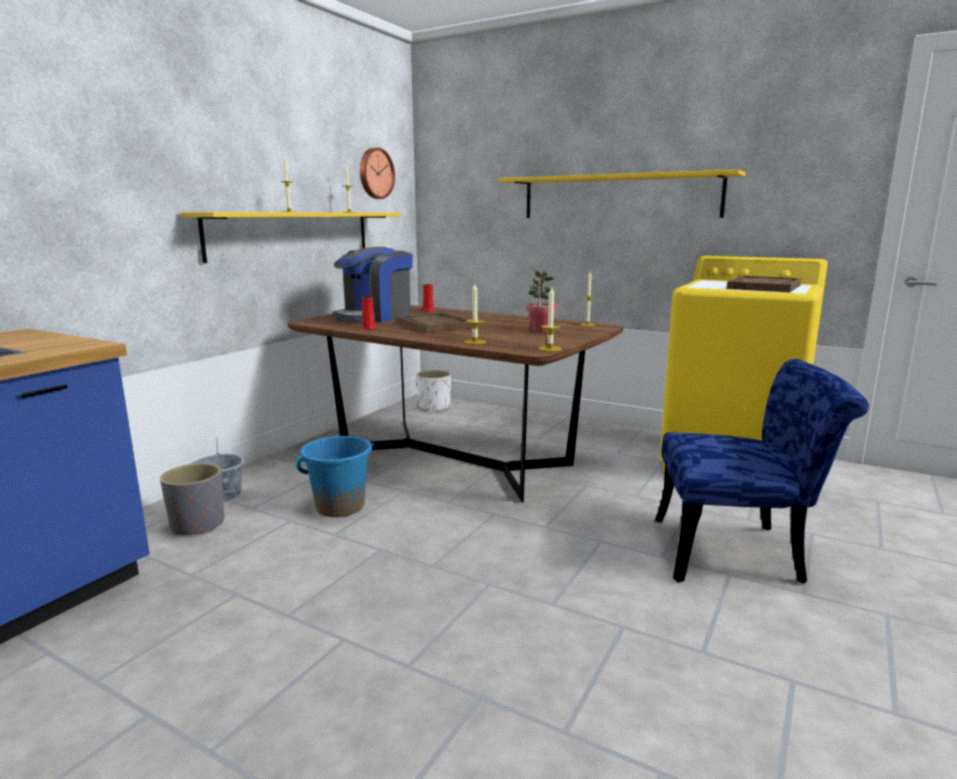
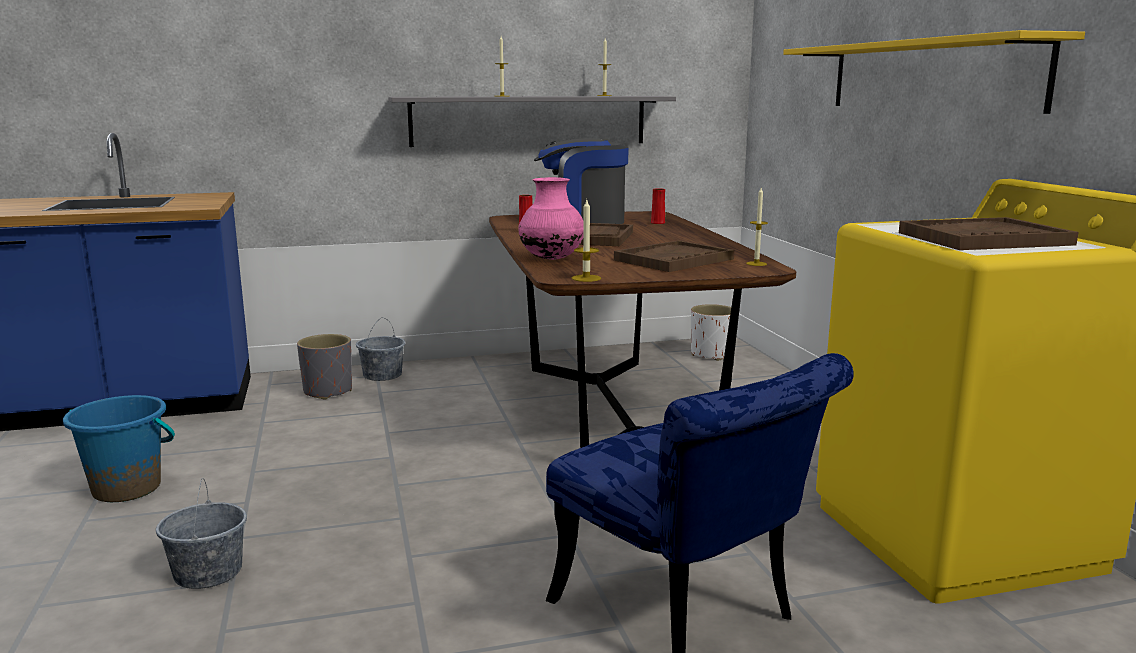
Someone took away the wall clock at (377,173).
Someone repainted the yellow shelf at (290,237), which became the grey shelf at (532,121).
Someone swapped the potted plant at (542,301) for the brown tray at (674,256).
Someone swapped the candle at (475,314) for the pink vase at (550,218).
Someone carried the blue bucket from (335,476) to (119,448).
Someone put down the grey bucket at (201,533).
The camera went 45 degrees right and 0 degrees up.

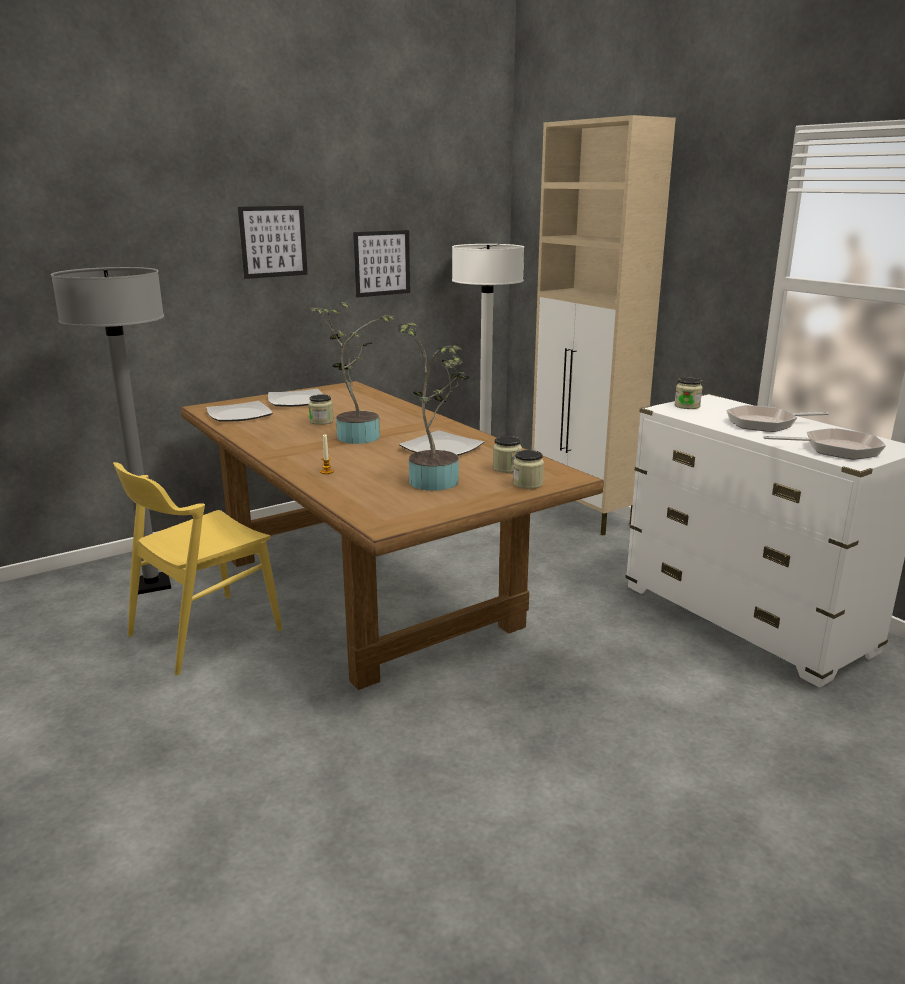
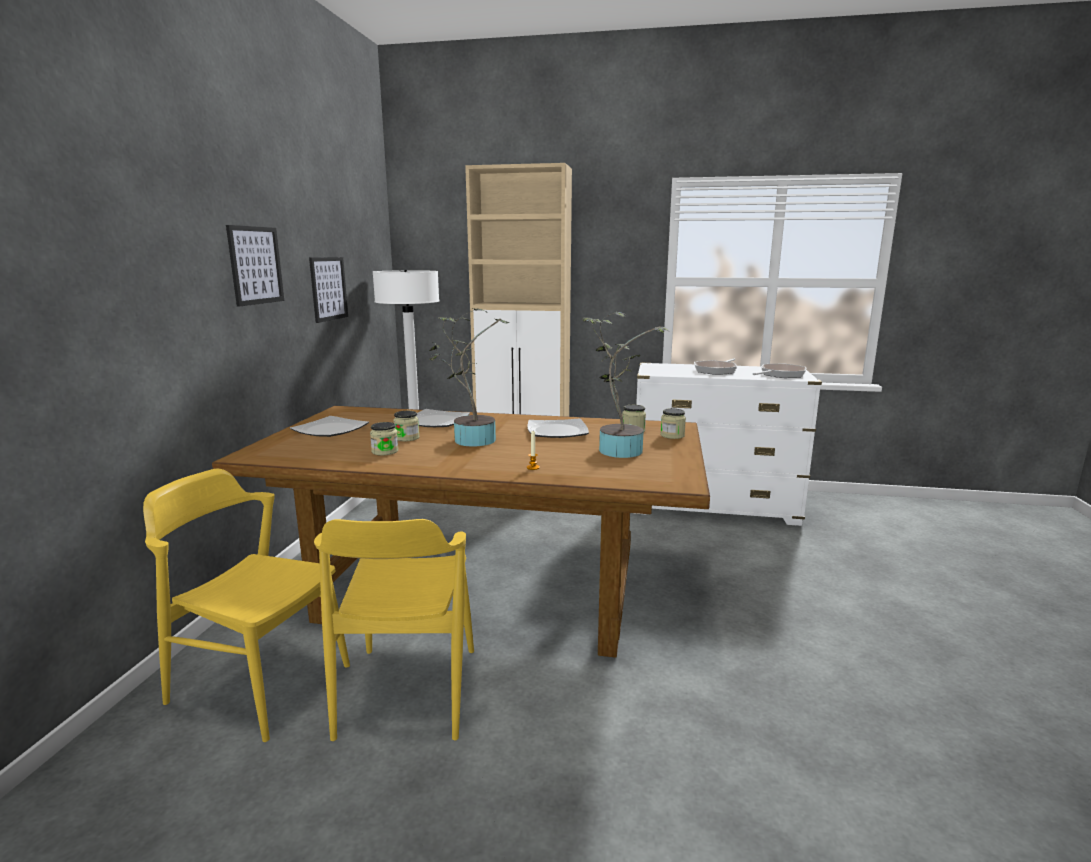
Someone swapped the grey floor lamp at (111,430) for the yellow chair at (246,605).
Someone carried the jar from (688,393) to (384,439).
Someone carried the plate from (239,411) to (443,418).
The camera went 45 degrees left and 5 degrees down.

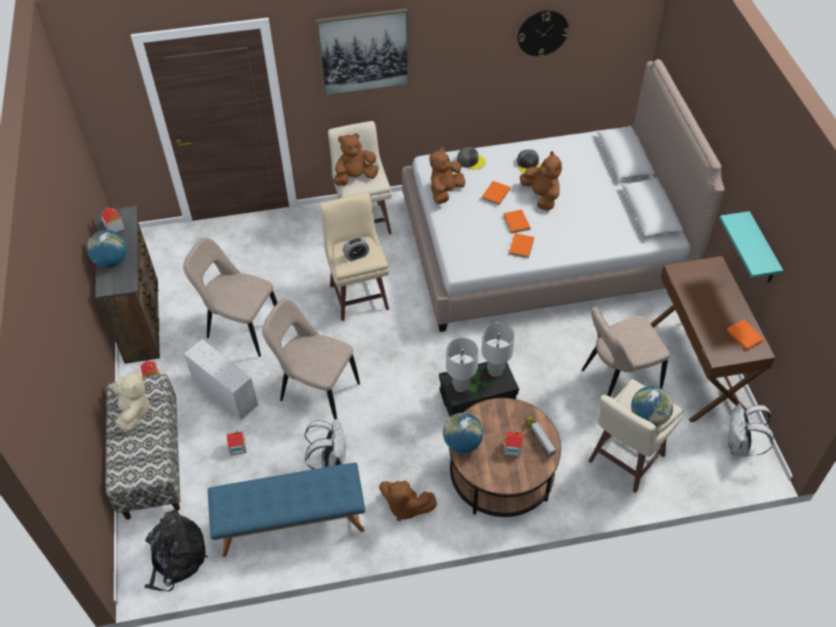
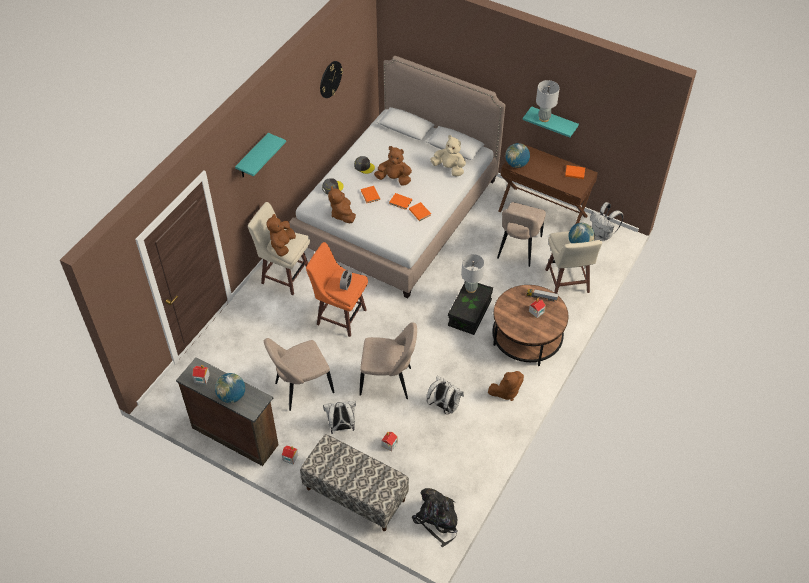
Someone swapped the picture at (362,52) for the turquoise shelf at (260,155).
Someone repainted the beige stool at (354,257), which became the orange stool at (337,289).
Someone rotated the beige chair at (311,359) by 150 degrees counterclockwise.
Someone carried the grey table lamp from (462,365) to (548,101).
Someone swapped the white storage box at (221,379) for the white backpack at (339,417).
Someone carried the beige plush toy from (132,400) to (448,156).
Someone carried the globe from (463,432) to (517,155).
Someone took away the blue bench at (286,509).
The camera went 50 degrees left and 0 degrees up.

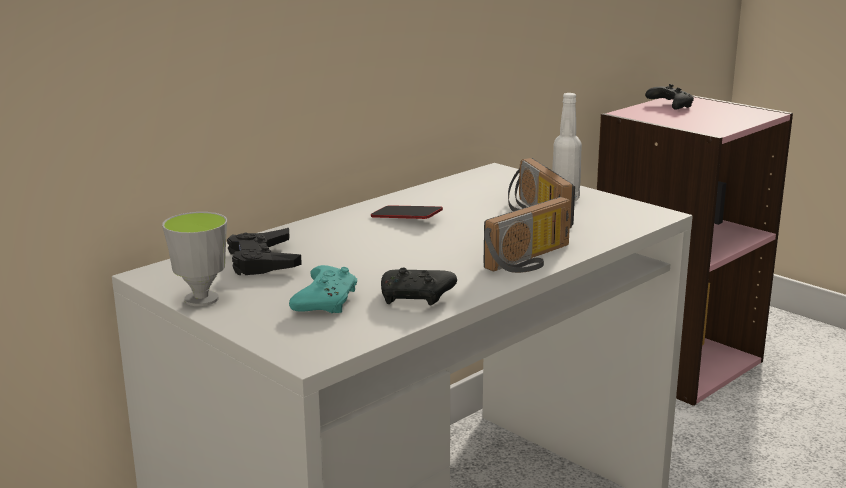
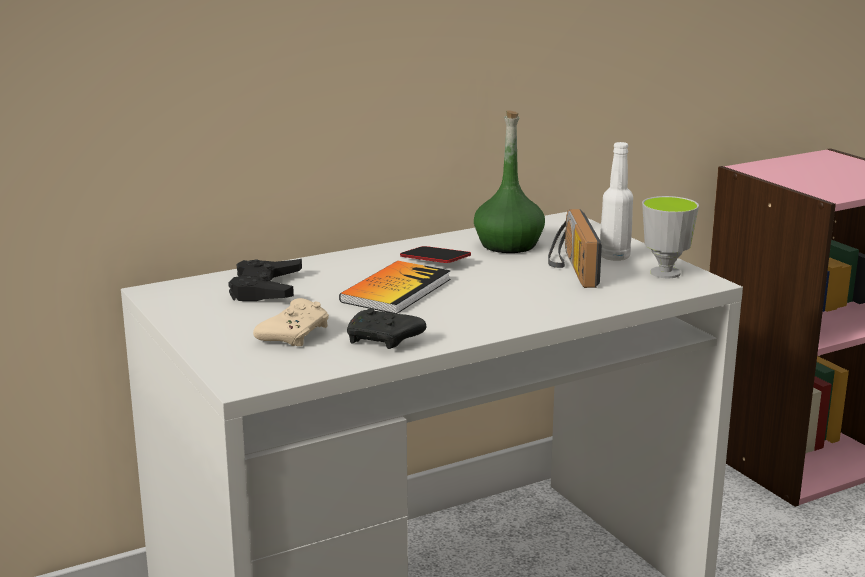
Someone took away the black game controller at (669,96).
Someone took away the radio at (527,235).
Someone carried the cup from (194,259) to (670,237).
Someone repainted the turquoise game controller at (323,289), which became the beige game controller at (291,322).
Someone put down the green bottle at (509,182).
Someone put down the book at (395,287).
The camera went 15 degrees right and 0 degrees up.

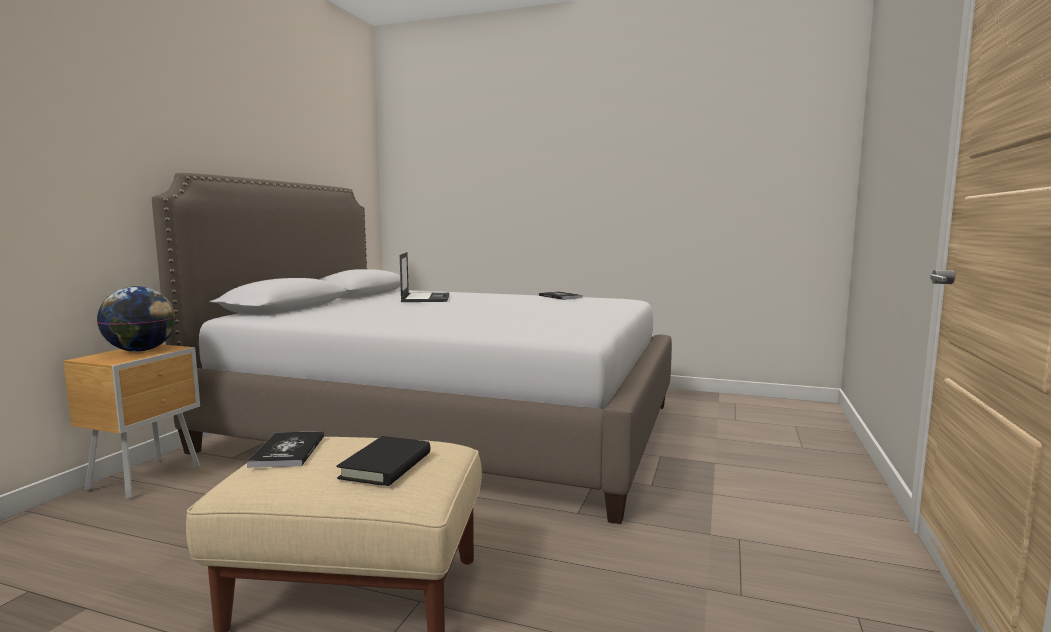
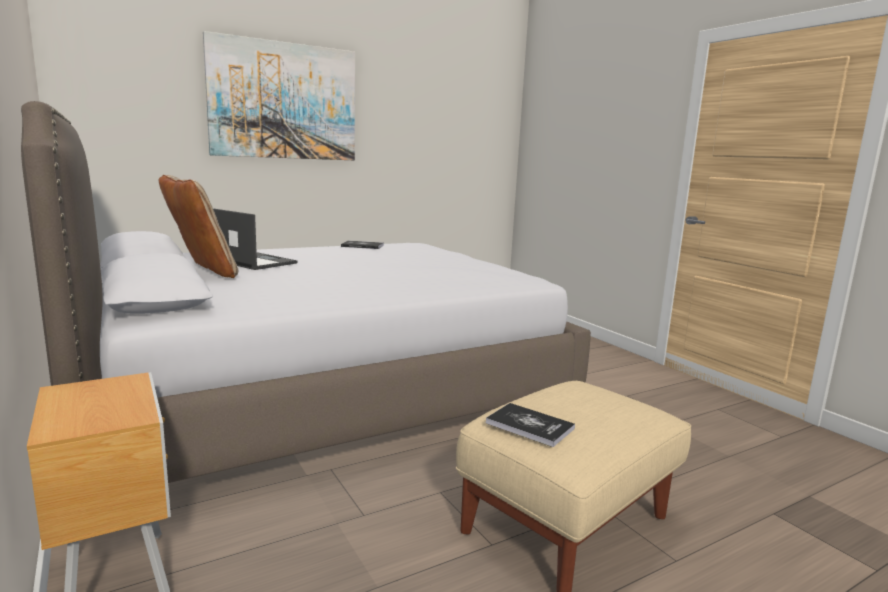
Someone took away the globe at (136,319).
Someone took away the black book at (383,461).
Someone put up the picture at (279,95).
Someone put down the beige pillow at (198,226).
The camera went 50 degrees left and 5 degrees up.

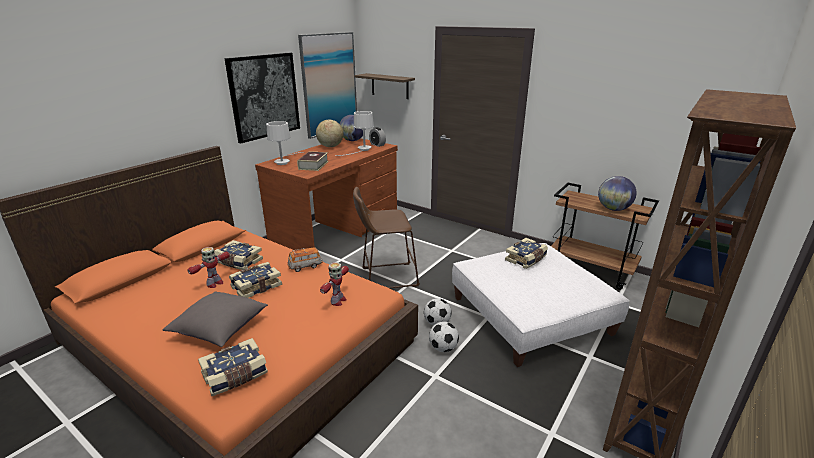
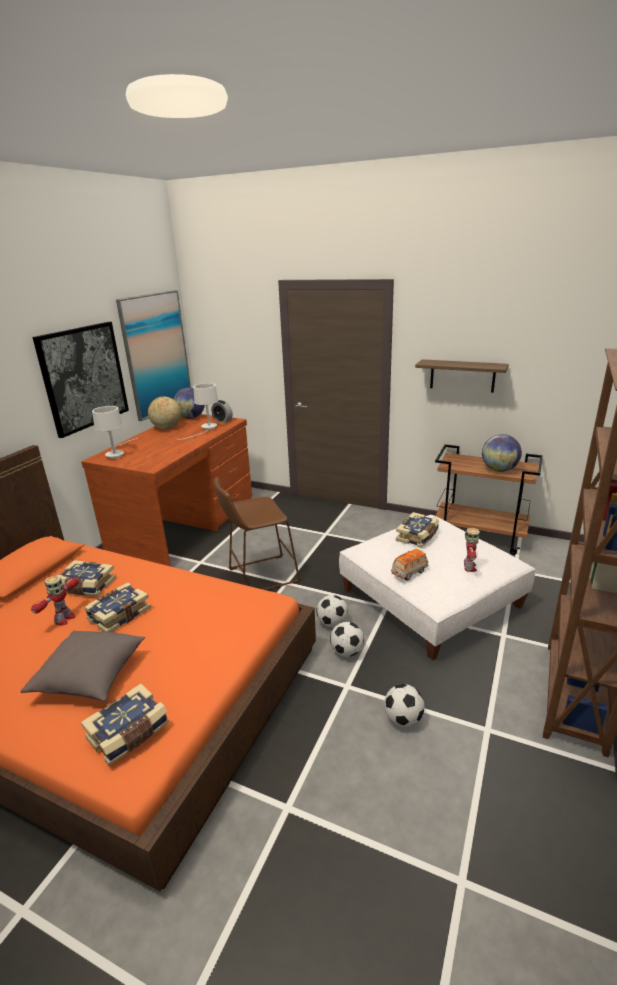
Someone carried the shelf from (384,86) to (462,376).
Someone took away the book at (313,161).
Someone carried the toy car from (304,259) to (409,565).
Someone carried the toy robot from (334,284) to (472,550).
Someone put down the football at (404,705).
The camera went 10 degrees left and 0 degrees up.

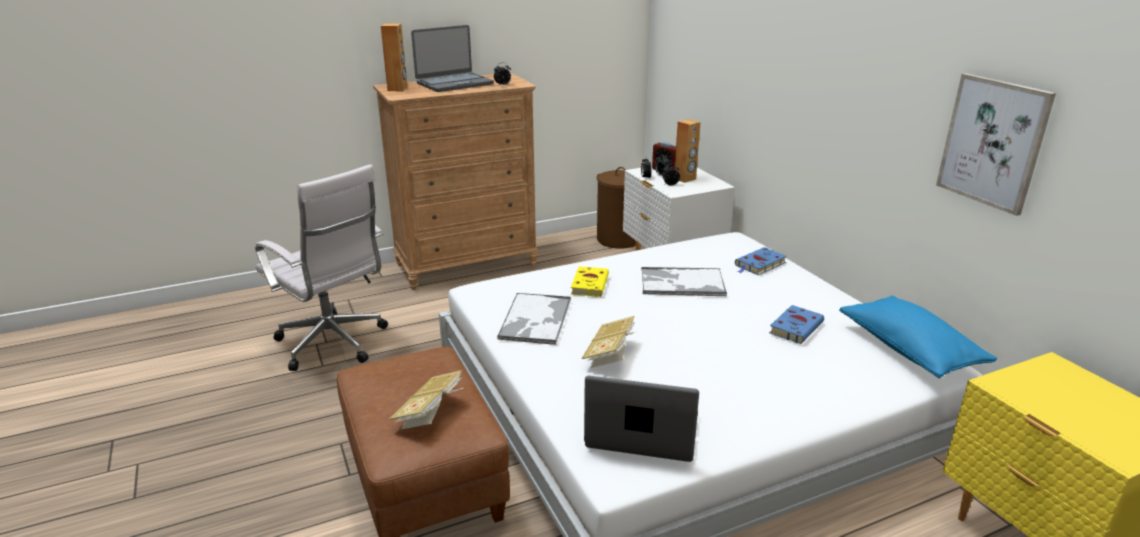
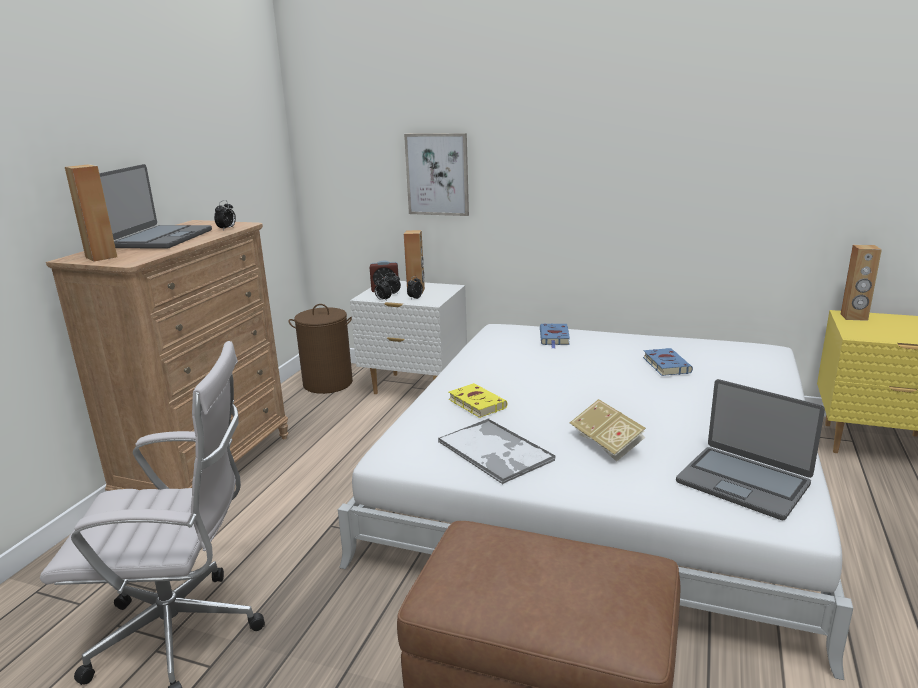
Someone carried the picture from (996,144) to (436,174).
Someone took away the tray at (684,281).
Someone took away the blue pillow at (918,337).
Someone took away the book at (425,399).
Someone rotated the laptop at (641,419) by 105 degrees counterclockwise.
Someone put down the brown speaker at (861,283).
The camera went 45 degrees left and 5 degrees down.

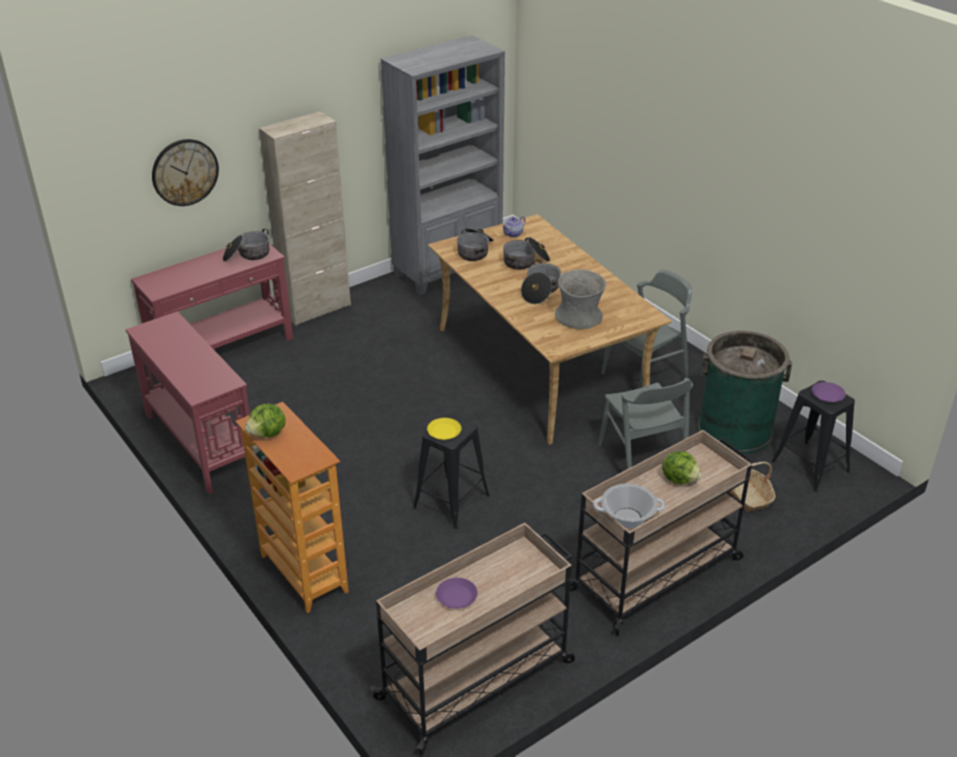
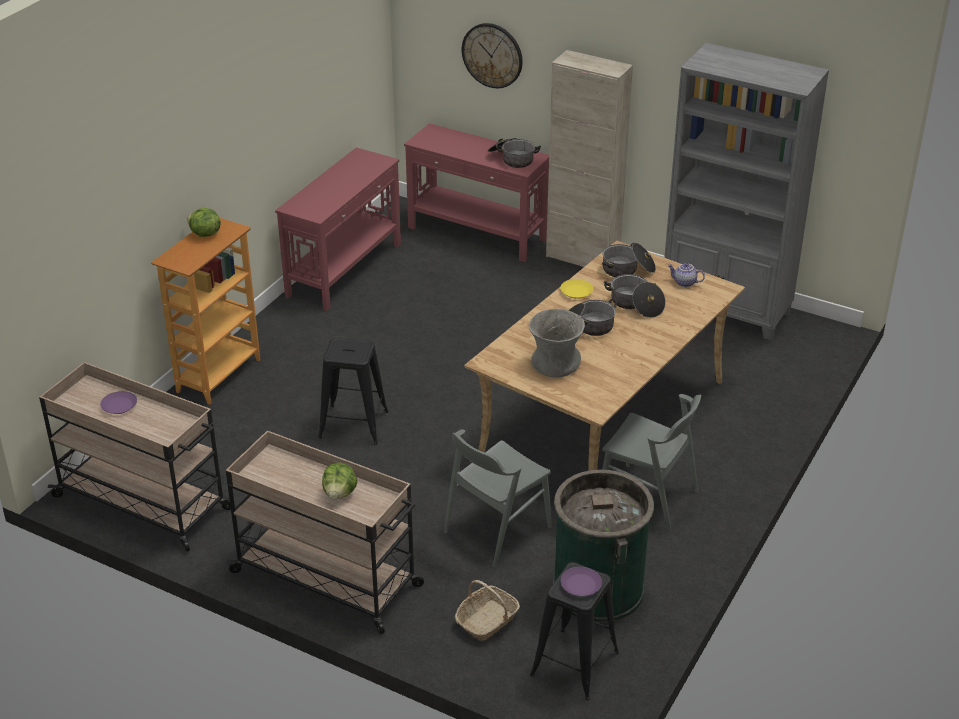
Someone carried the yellow plate from (444,429) to (576,289).
Someone took away the cooking pot at (629,505).
The camera went 65 degrees right and 0 degrees up.

